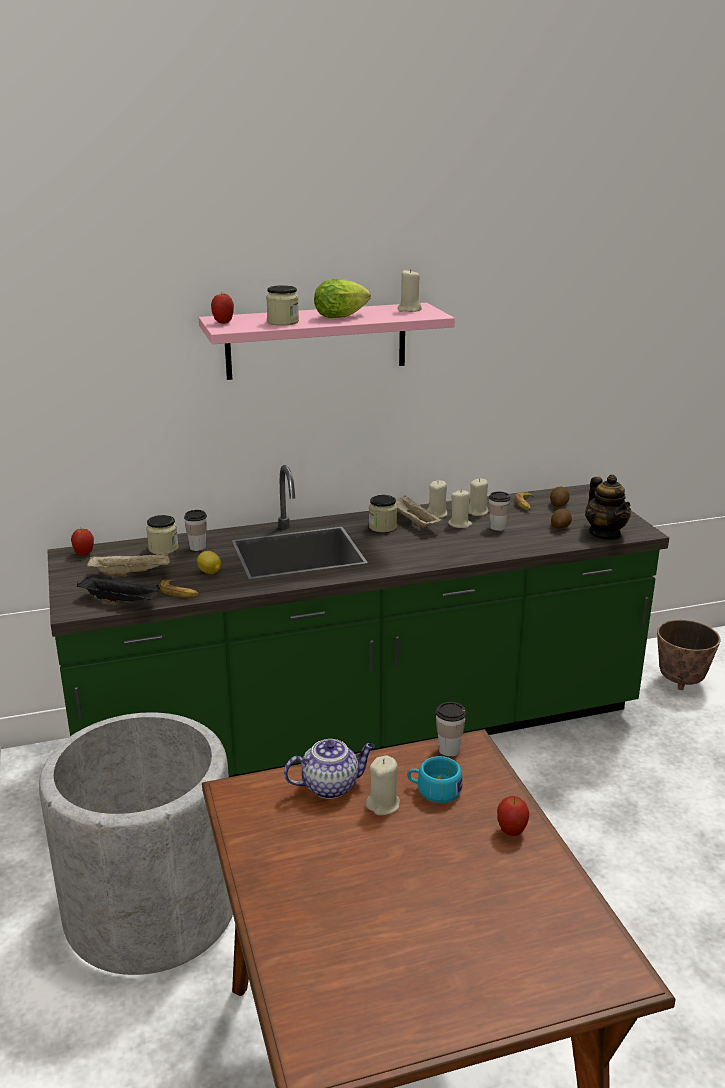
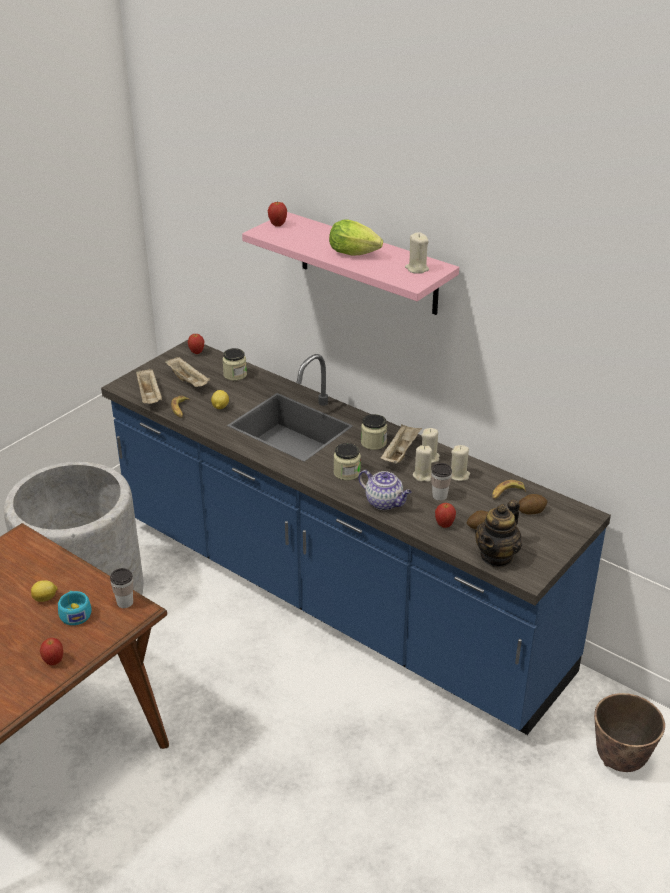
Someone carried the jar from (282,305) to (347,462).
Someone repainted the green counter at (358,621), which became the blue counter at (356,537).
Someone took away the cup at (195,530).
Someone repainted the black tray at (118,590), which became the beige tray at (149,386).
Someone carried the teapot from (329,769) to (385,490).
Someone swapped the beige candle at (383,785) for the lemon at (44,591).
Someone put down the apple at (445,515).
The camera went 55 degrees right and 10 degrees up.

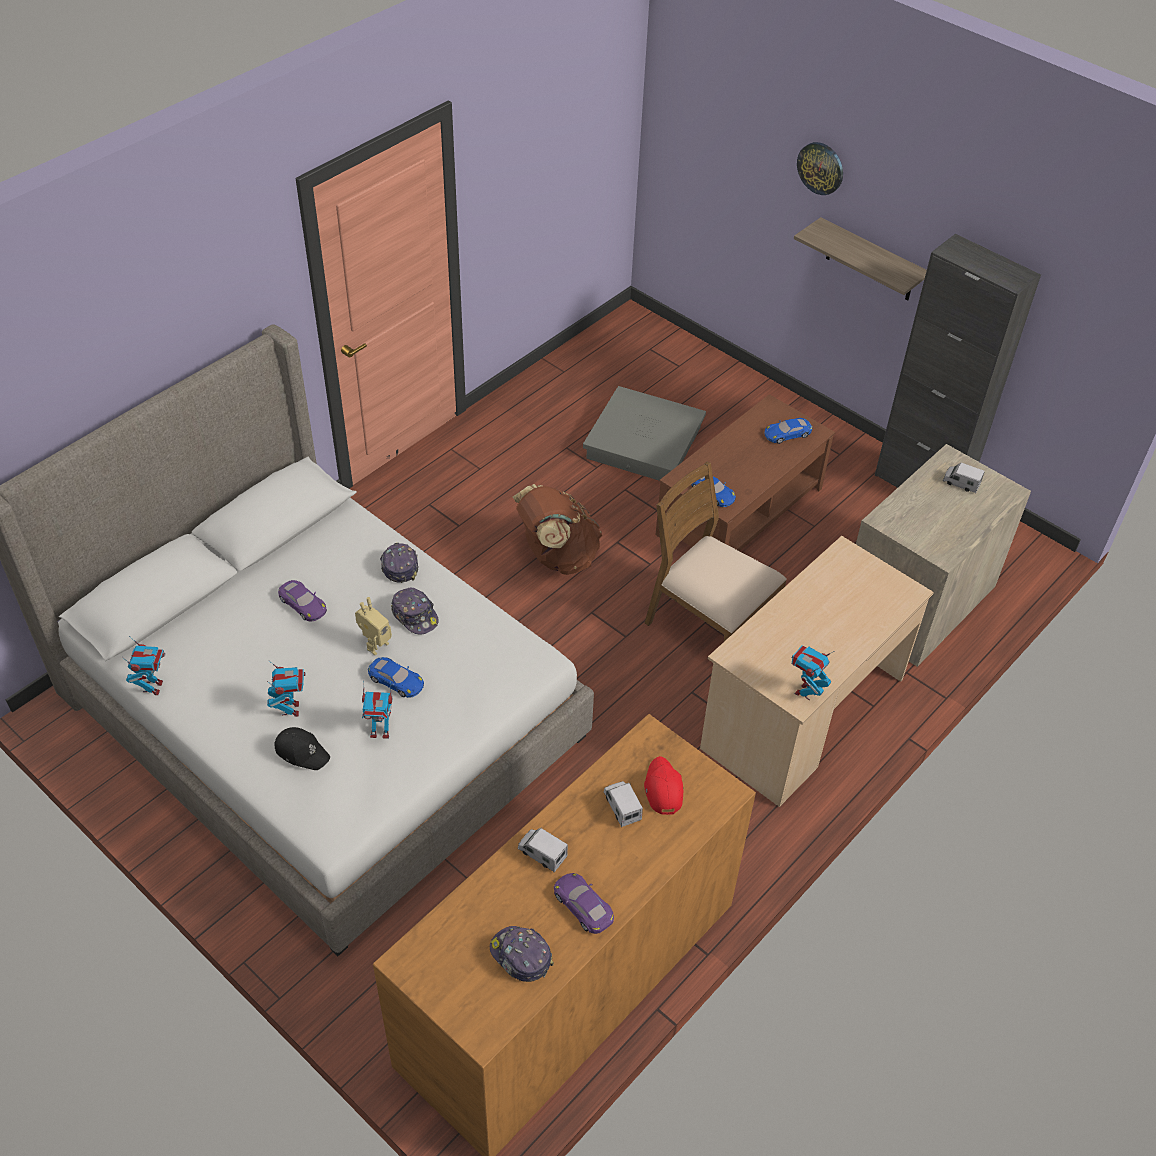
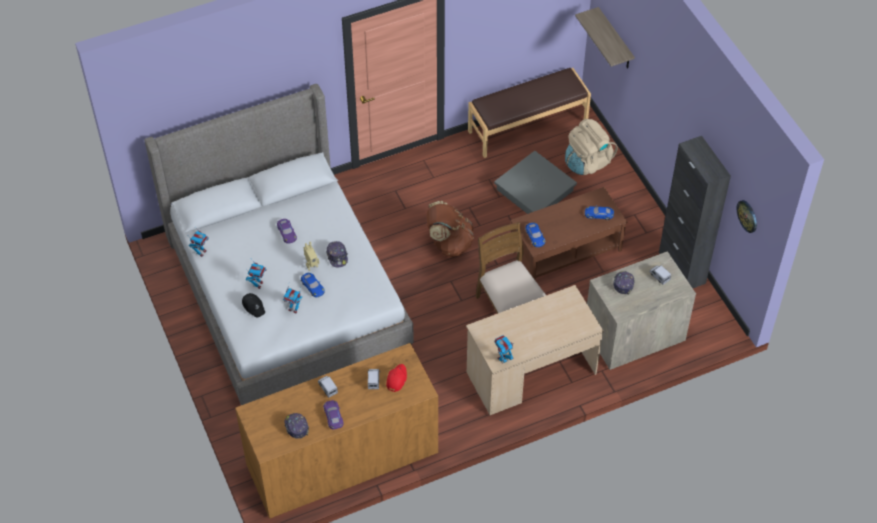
Someone carried the wall clock from (820,168) to (747,216).
Someone carried the shelf from (860,258) to (605,38).
Someone carried the cap from (399,563) to (624,283).
Someone put down the brown bench at (529,113).
Someone put down the beige backpack at (591,147).
The camera went 25 degrees right and 5 degrees up.

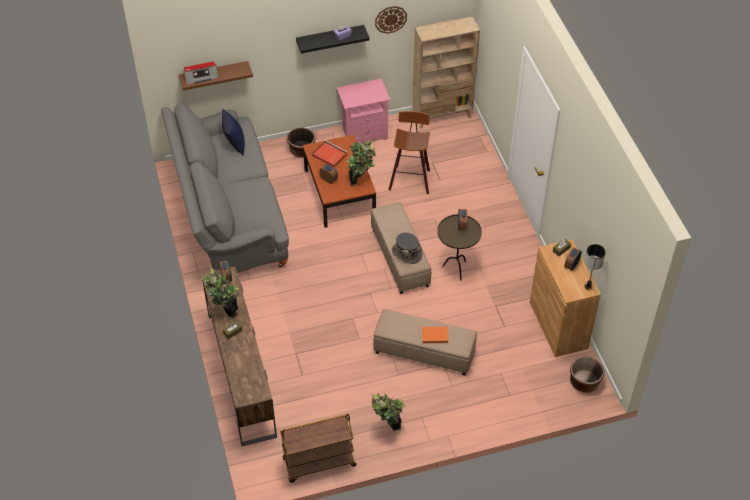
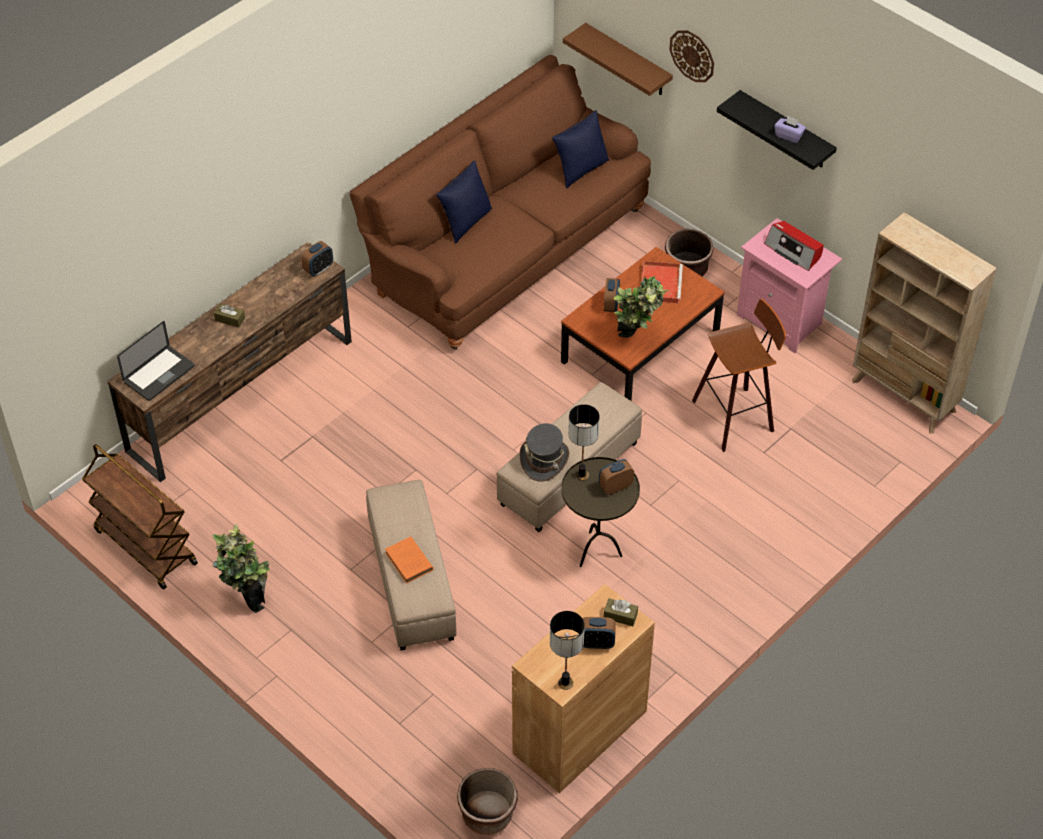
Someone carried the wall clock from (391,20) to (691,56).
Someone carried the radio from (201,73) to (794,246).
Someone repainted the grey sofa at (225,188), which became the brown sofa at (500,202).
Someone took away the potted plant at (220,293).
Someone put down the blue pillow at (464,202).
Someone put down the laptop at (155,361).
Someone put down the table lamp at (584,442).
The camera went 60 degrees right and 0 degrees up.

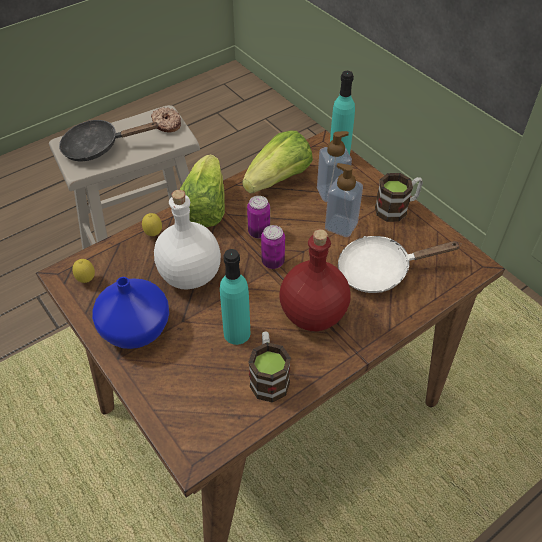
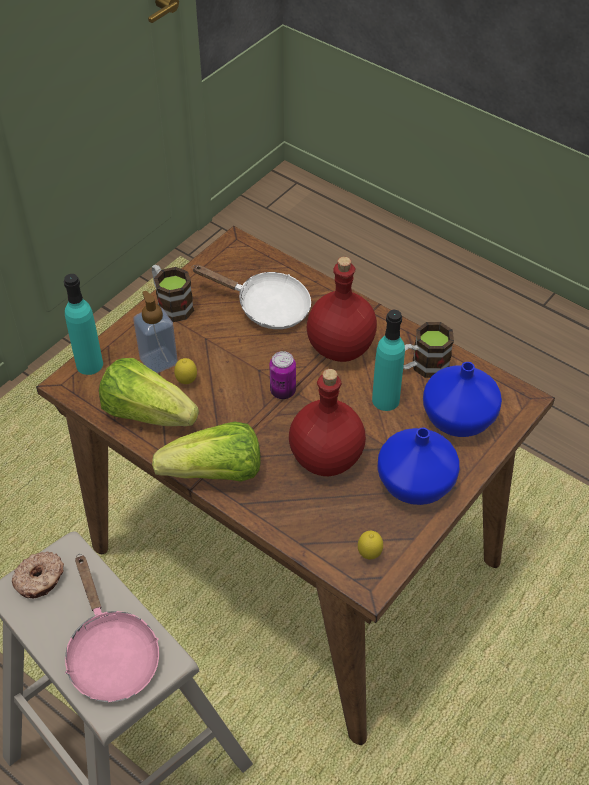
Someone repainted the black frying pan at (108,140), which became the pink frying pan at (112,628).
Someone took away the soap dispenser at (344,200).
Someone repainted the white bottle at (187,239), which became the red bottle at (327,422).
Someone took away the can at (258,217).
Someone carried the lemon from (152,224) to (185,371).
Someone rotated the white frying pan at (399,264) by 45 degrees counterclockwise.
Someone put down the blue vase at (462,399).
The camera went 105 degrees left and 0 degrees up.

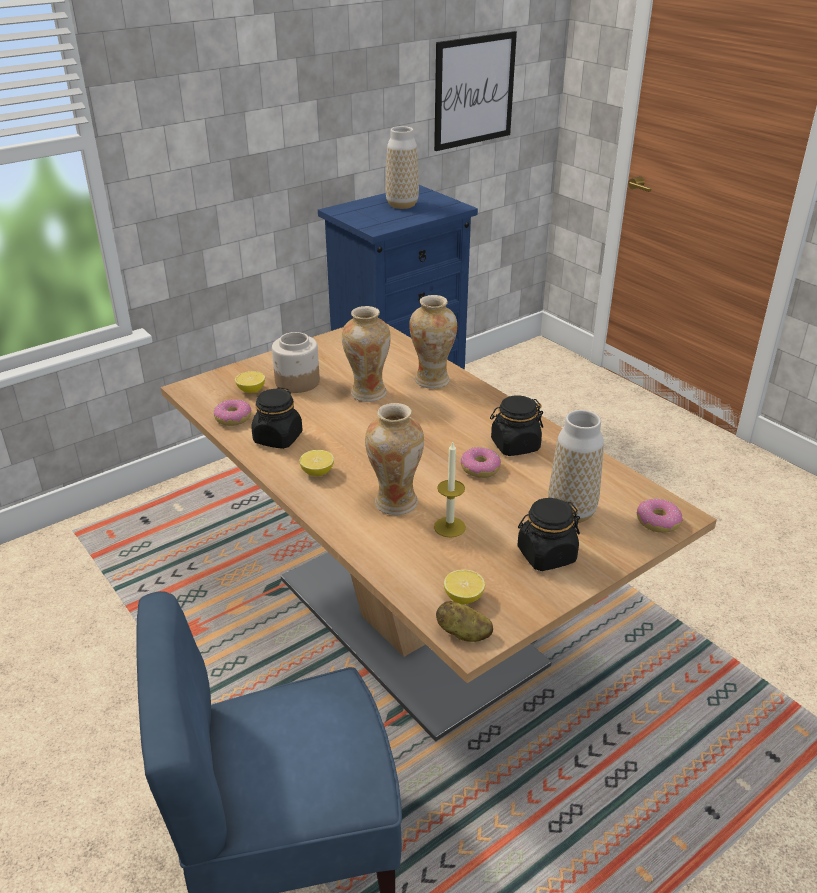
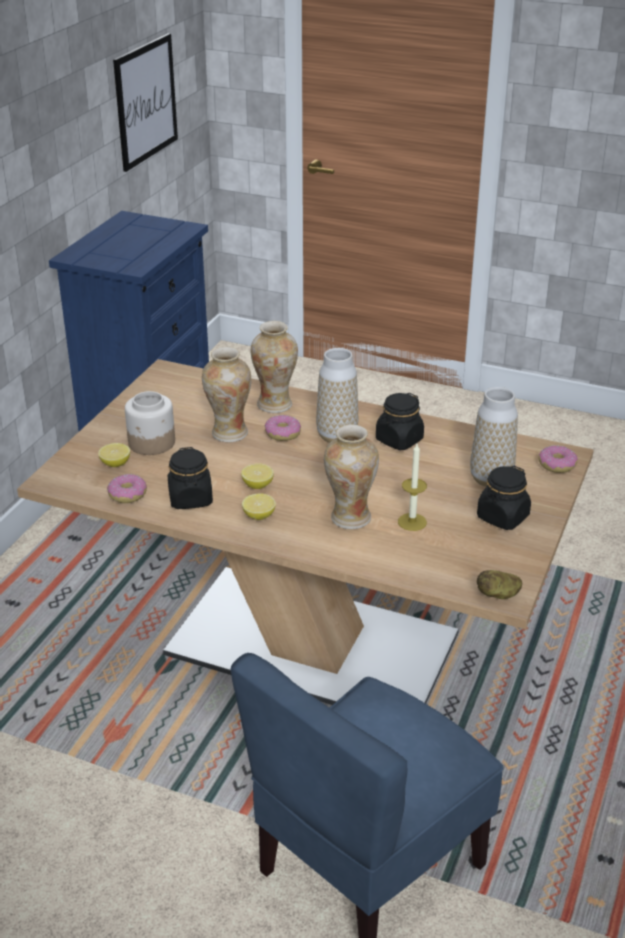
Someone carried the vase from (402,167) to (337,395).
Someone carried the donut from (481,462) to (283,428).
Someone carried the lemon from (464,586) to (257,476).
The camera went 30 degrees left and 0 degrees up.

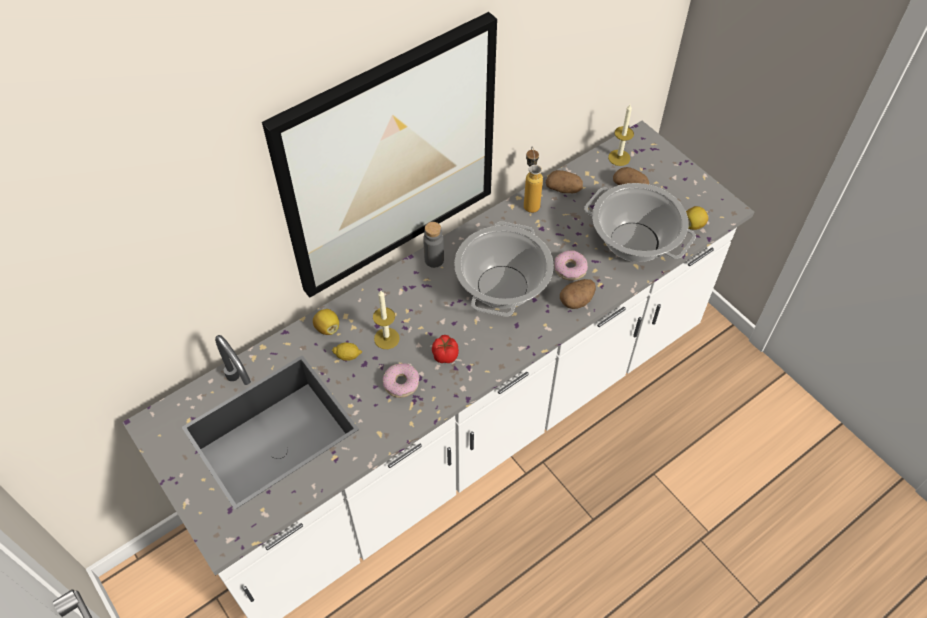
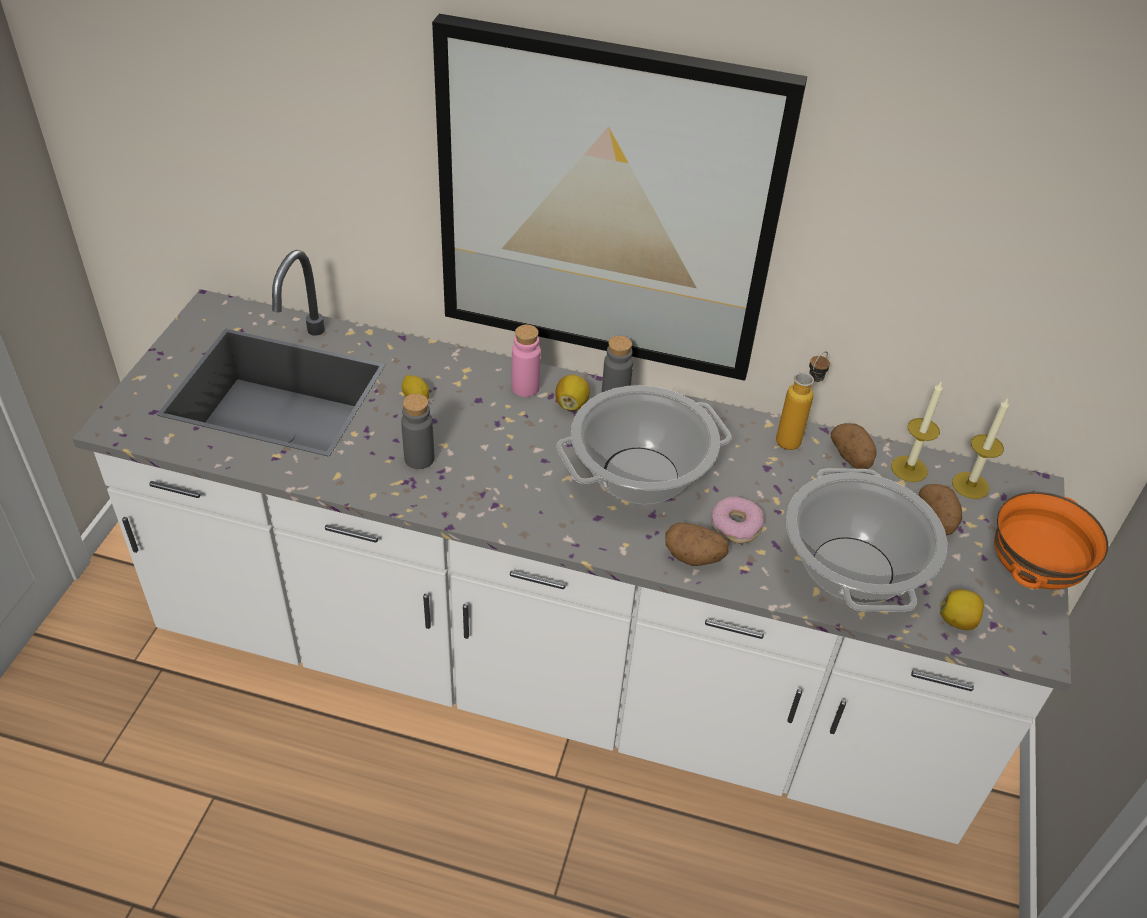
Someone carried the candle from (386,319) to (917,431).
Someone carried the lemon from (326,322) to (572,393).
Someone took away the tomato at (445,349).
Someone swapped the donut at (401,380) for the grey bottle at (417,431).
Someone put down the pink bottle at (526,361).
Someone put down the orange bowl at (1051,541).
The camera went 50 degrees right and 10 degrees down.

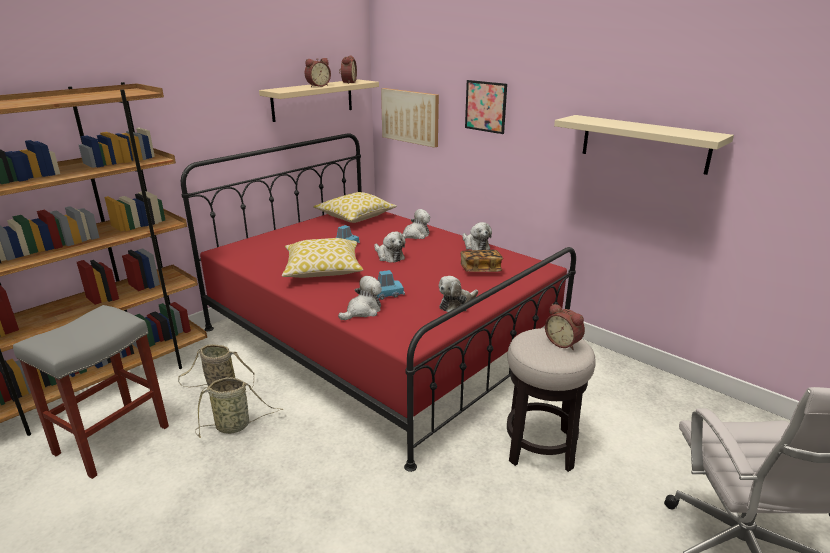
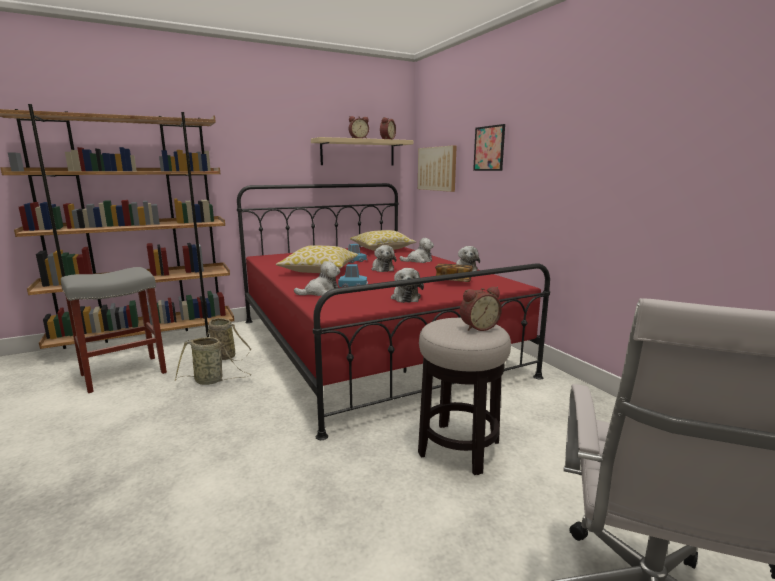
Someone took away the beige shelf at (644,145).
Someone rotated the plush toy at (458,294) by 75 degrees counterclockwise.
Someone rotated the alarm clock at (565,327) by 90 degrees counterclockwise.
The camera went 20 degrees right and 10 degrees down.

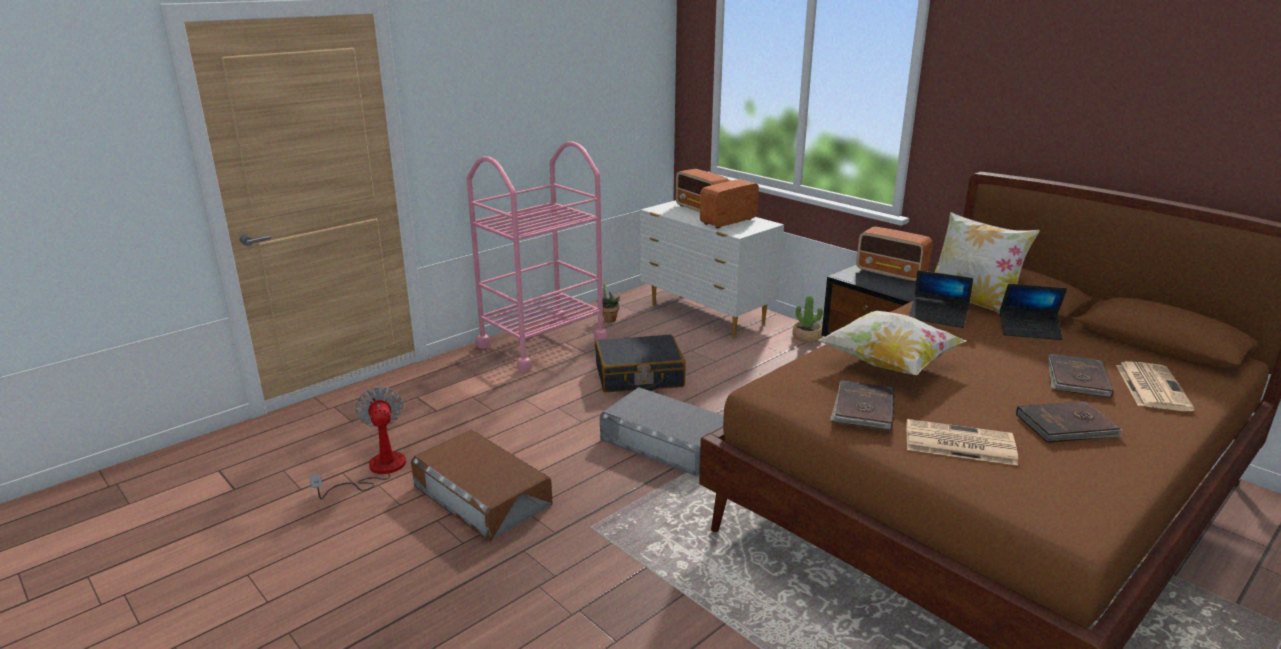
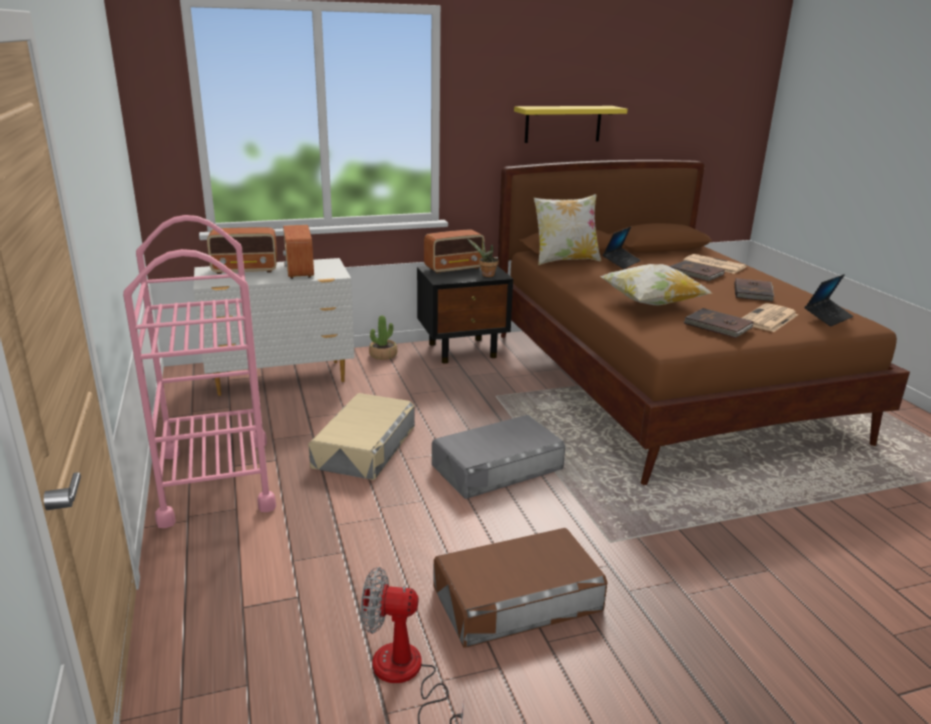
Someone carried the laptop from (941,299) to (829,300).
Someone carried the potted plant from (608,300) to (483,257).
Someone swapped the black suitcase at (640,363) for the beige storage box at (361,436).
Someone put up the yellow shelf at (571,124).
The camera went 65 degrees left and 0 degrees up.

